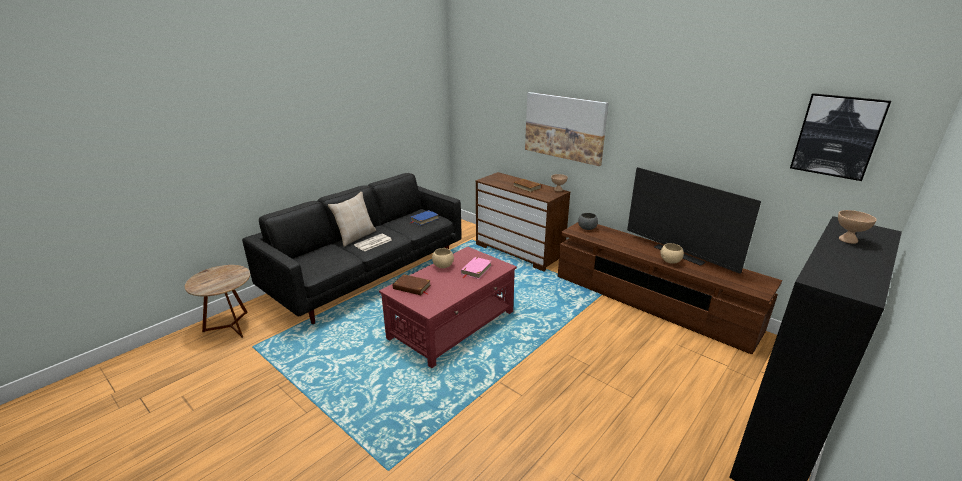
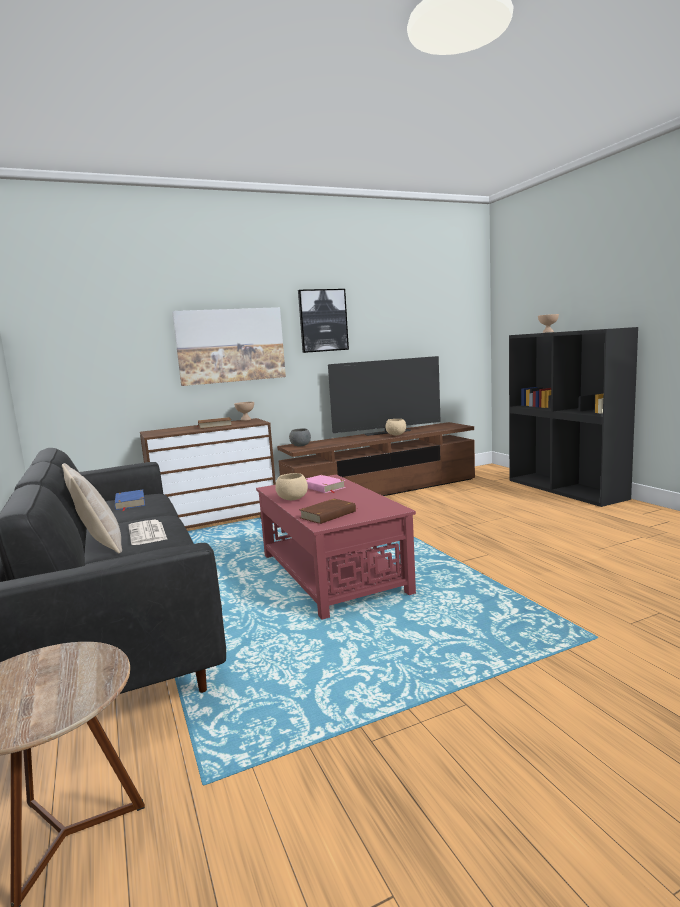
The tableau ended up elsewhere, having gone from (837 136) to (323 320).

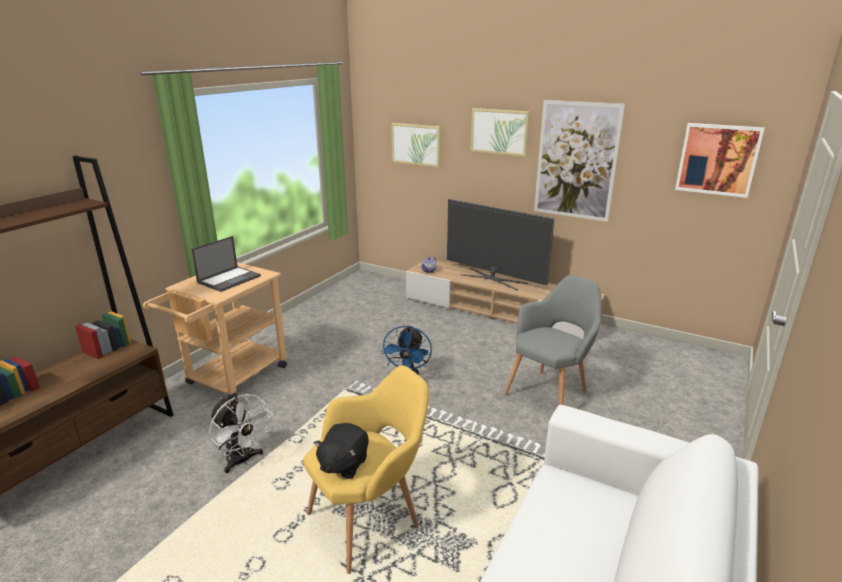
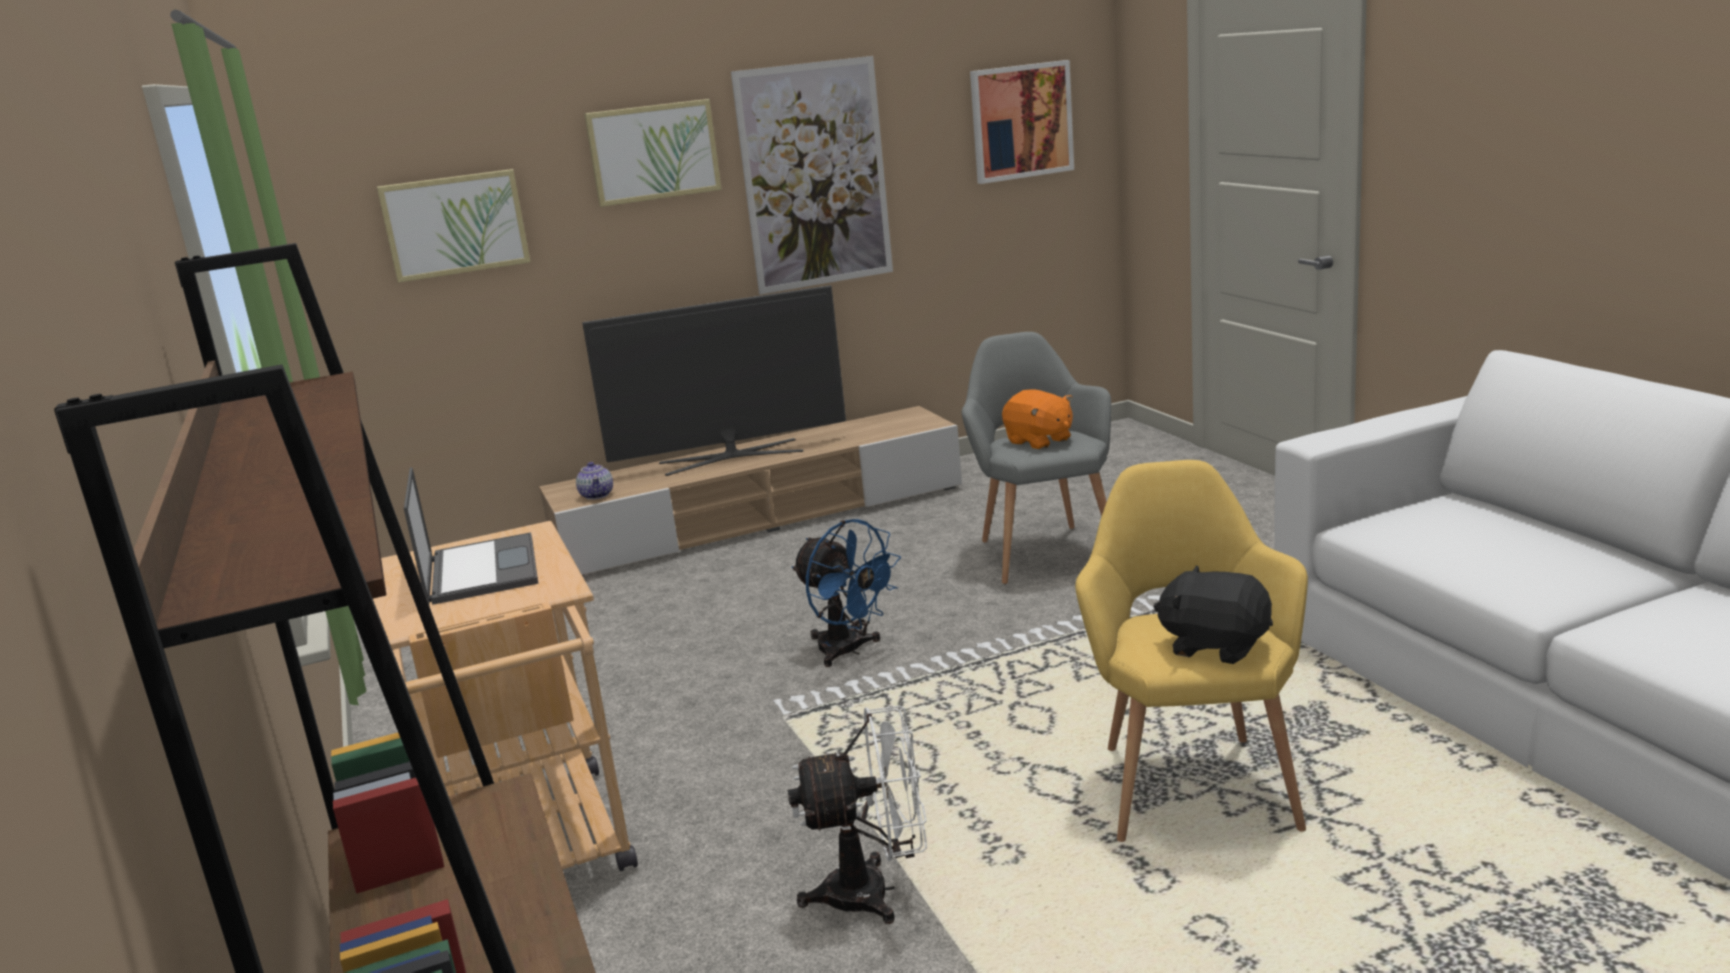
The second view gained the peluche [orange] at (1039 441). The peluche [noir] at (343 464) ended up facing another way, 150 degrees clockwise from before.

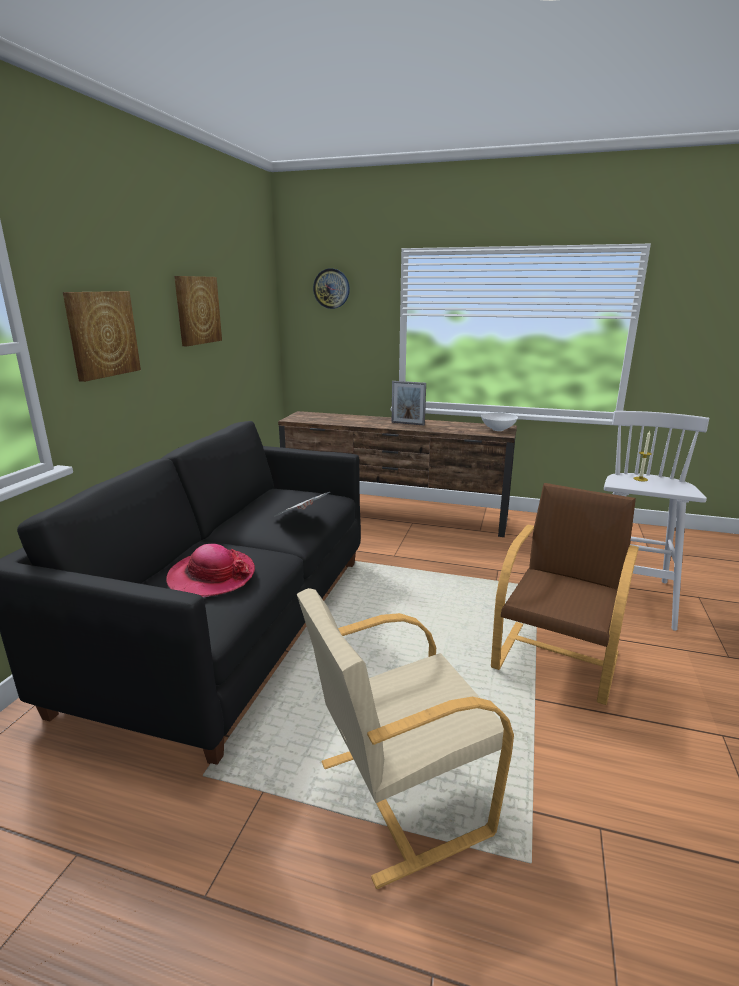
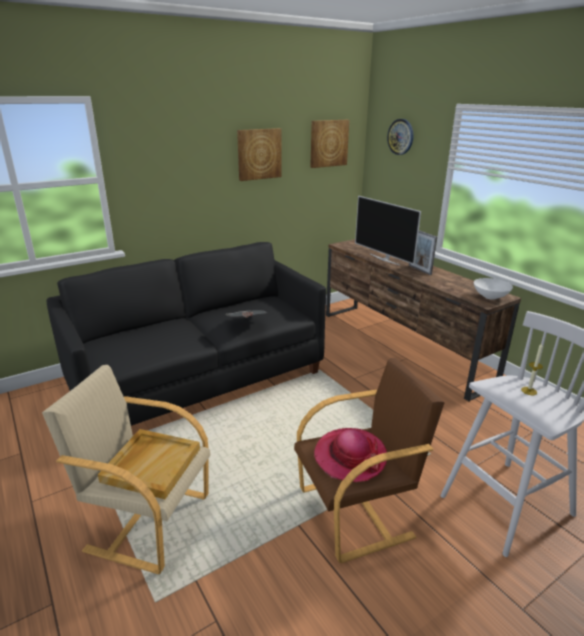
The second view gained the plateau [beige] at (151 464). The tableau ended up elsewhere, having gone from (102 334) to (328 143). The chapeau ended up elsewhere, having gone from (211 576) to (350 456). The second view gained the téléviseur at (384 259).

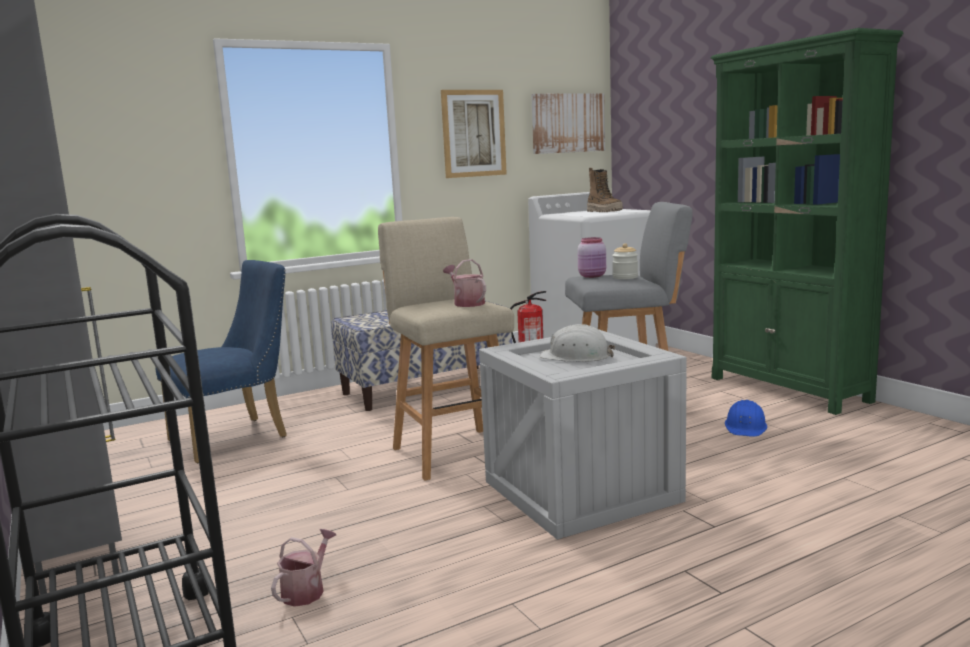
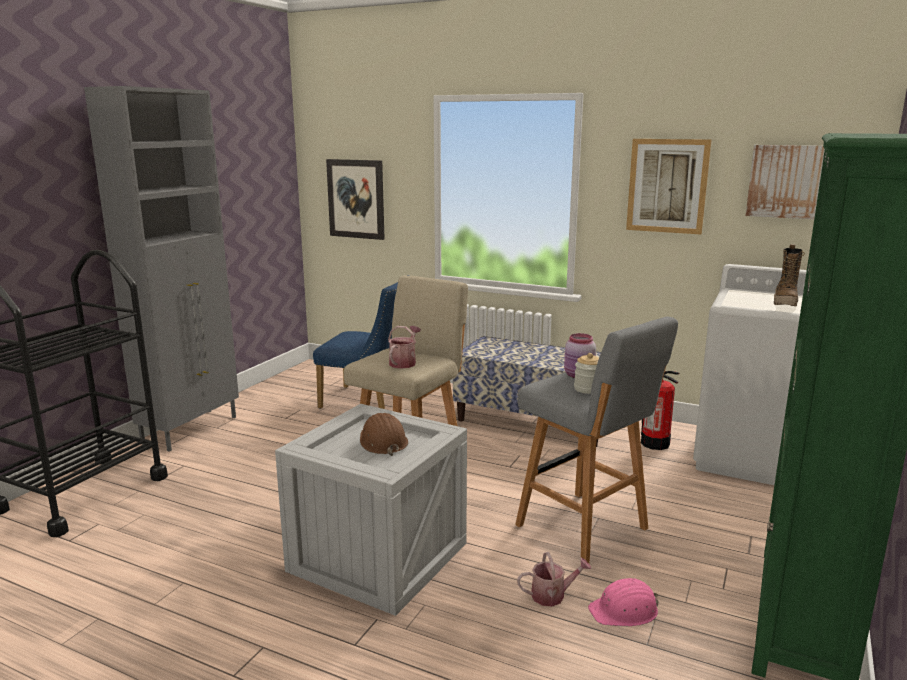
The second view gained the tableau at (356 199). What was the casque de chantier [blanc] at (576 356) turned into the casque de chantier [marron] at (382 442). The arrosoir ended up elsewhere, having gone from (306 590) to (552 595). What was the casque de chantier [bleu] at (746 427) turned into the casque de chantier [rose] at (624 611).

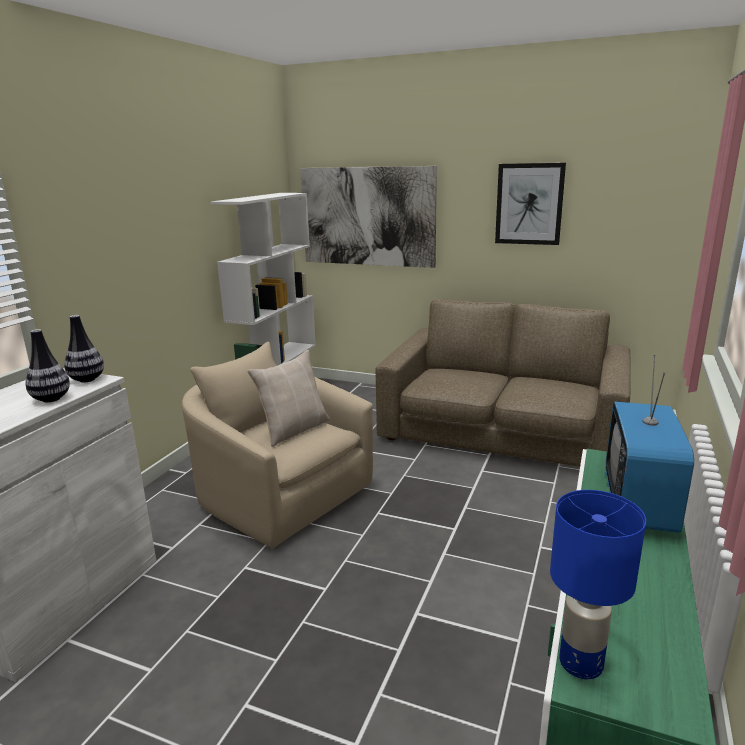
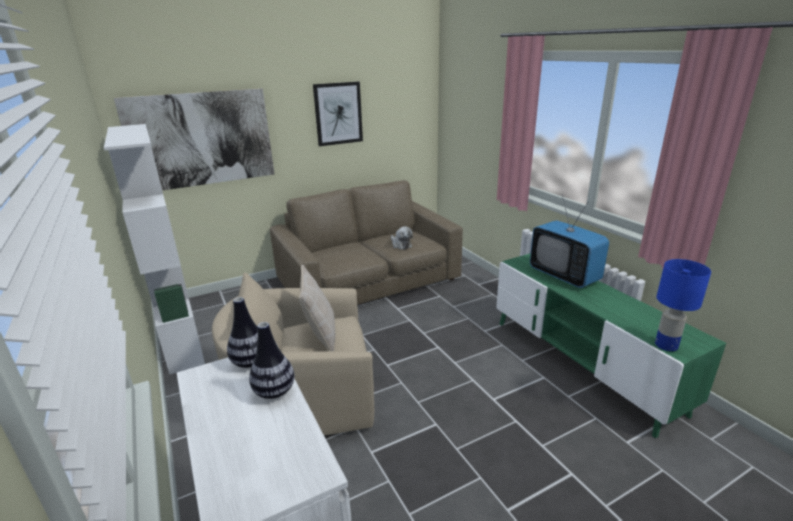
The second view gained the peluche at (401 245).

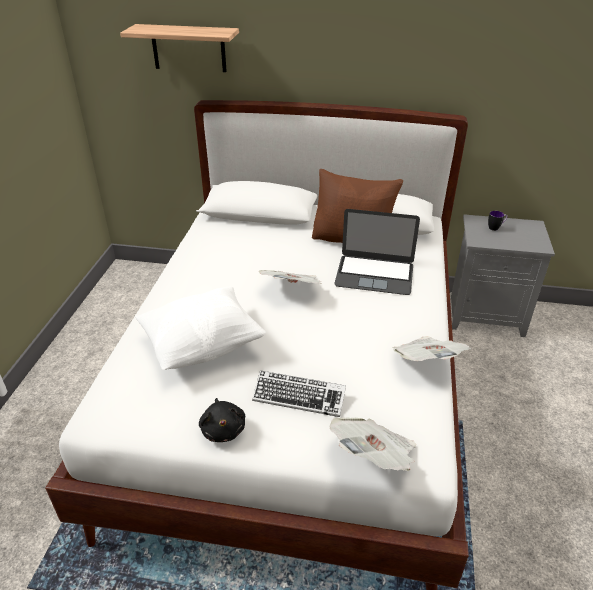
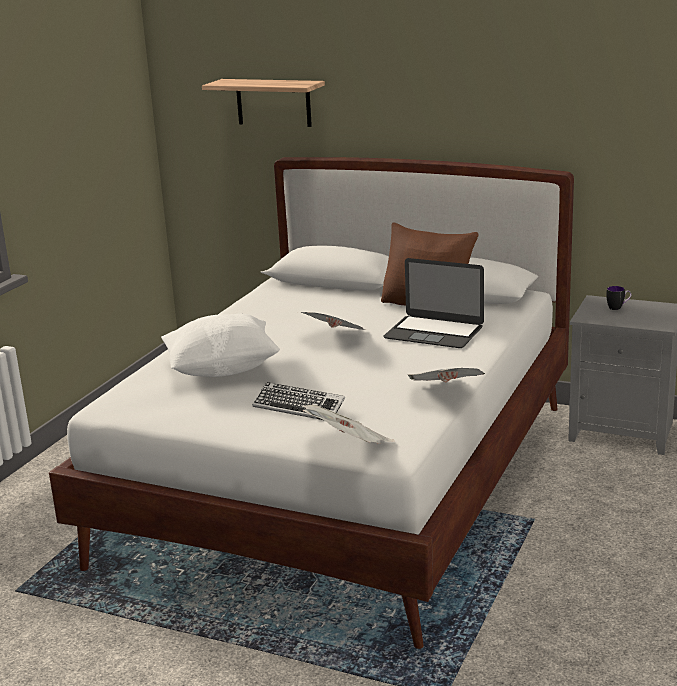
The second view lost the peluche [noir] at (223 429).

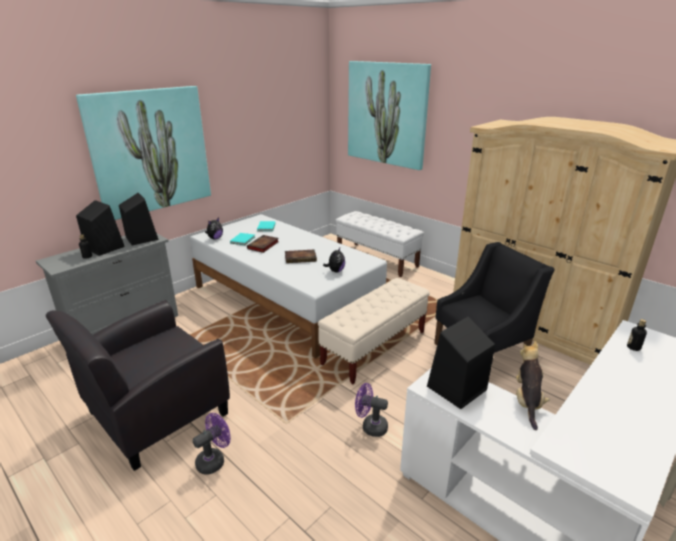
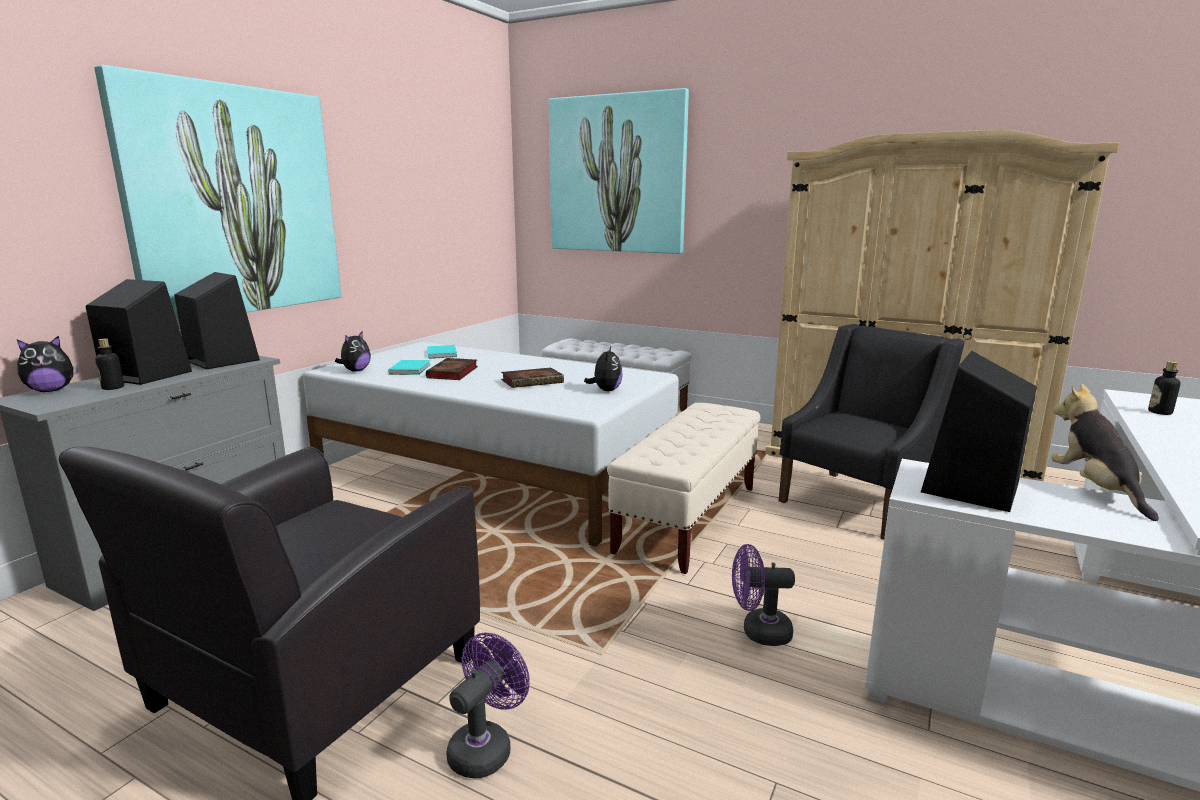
The second view gained the peluche at (51 390).

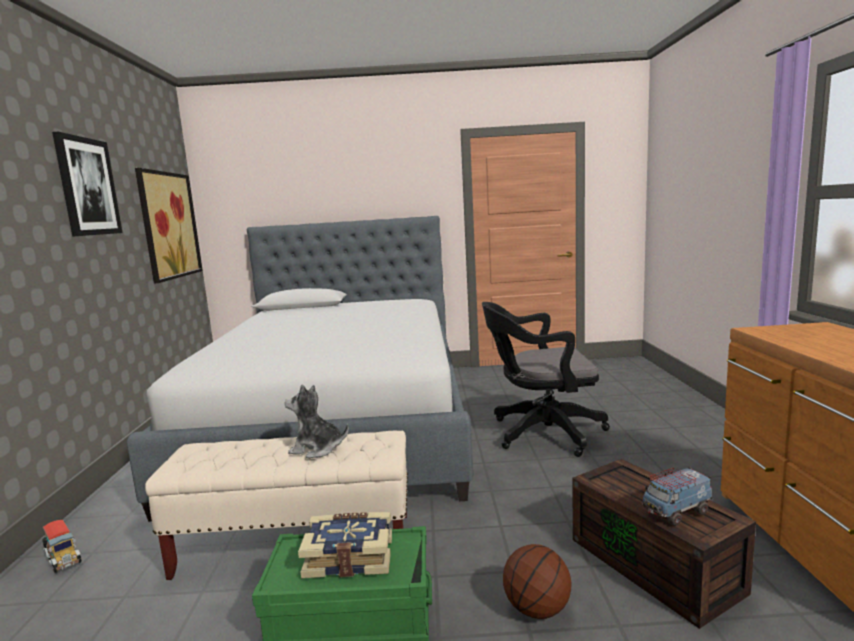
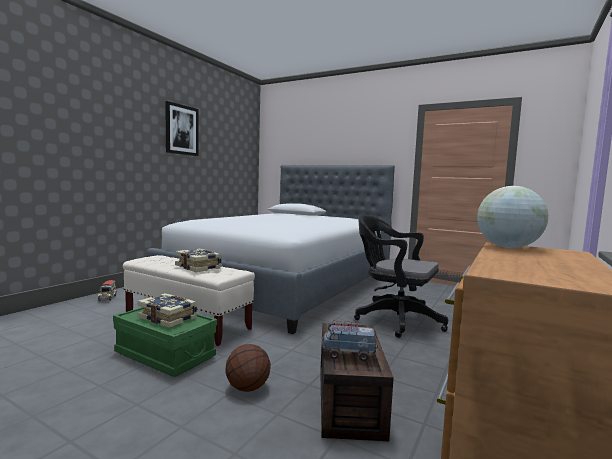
Where the peluche stood at (317 449), the livre came to stand at (199 267). The second view gained the globe at (508 247). The second view lost the tableau at (169 225).

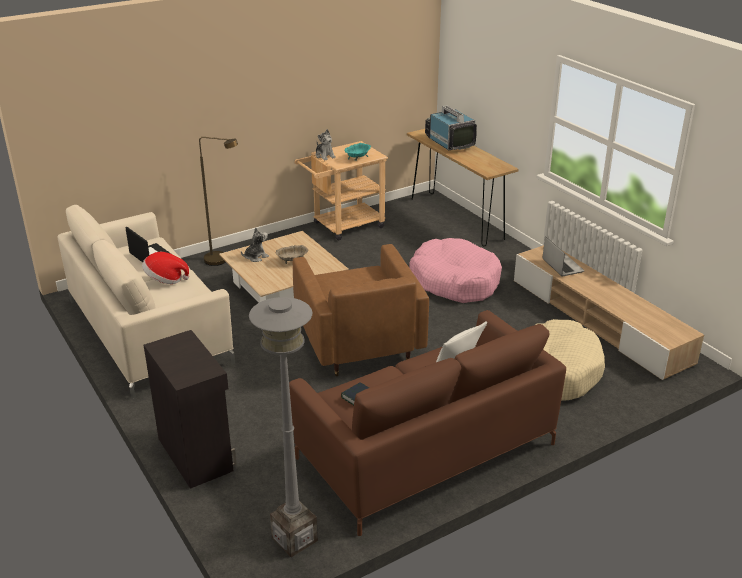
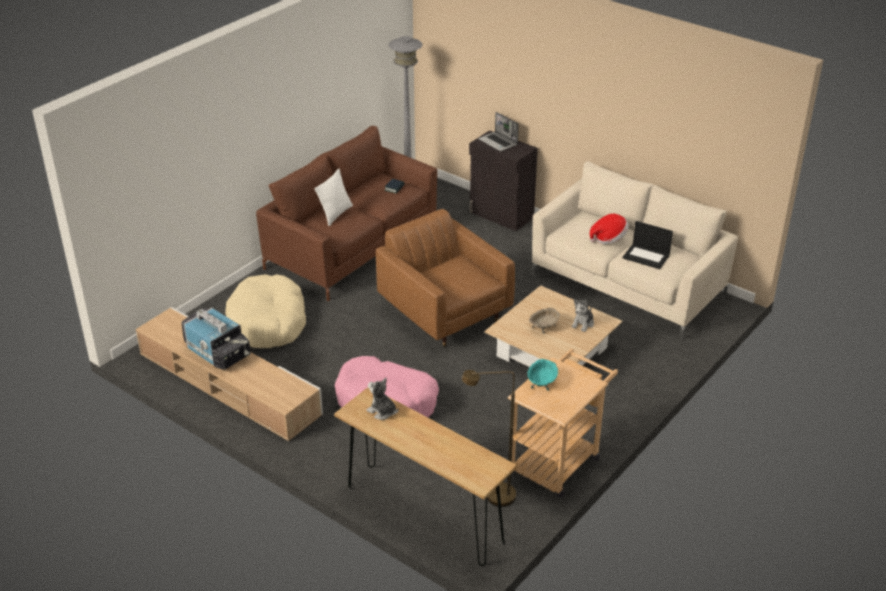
The téléviseur ended up elsewhere, having gone from (449 142) to (218 353). The peluche ended up elsewhere, having gone from (325 156) to (382 412). The lampadaire [marron] ended up elsewhere, having gone from (222 260) to (492 497). The ordinateur portable ended up elsewhere, having gone from (562 266) to (498 142).

